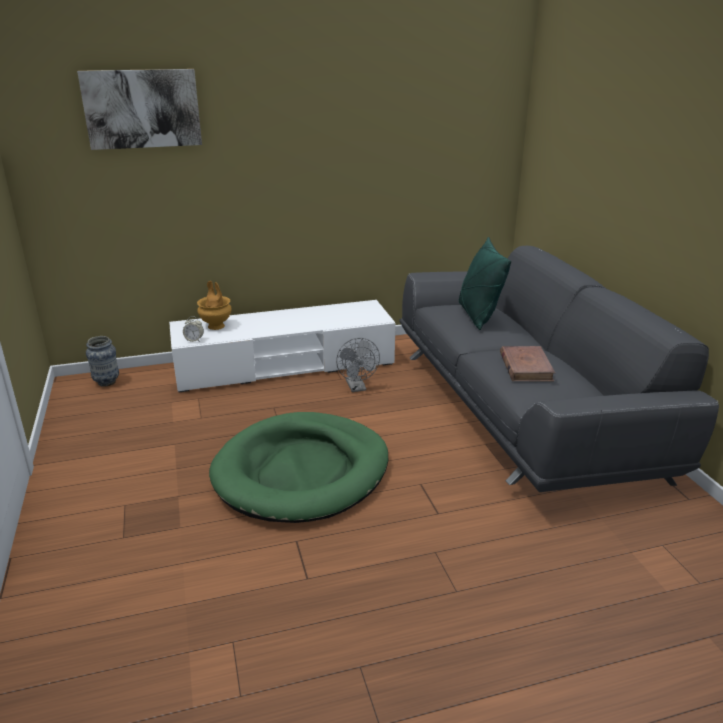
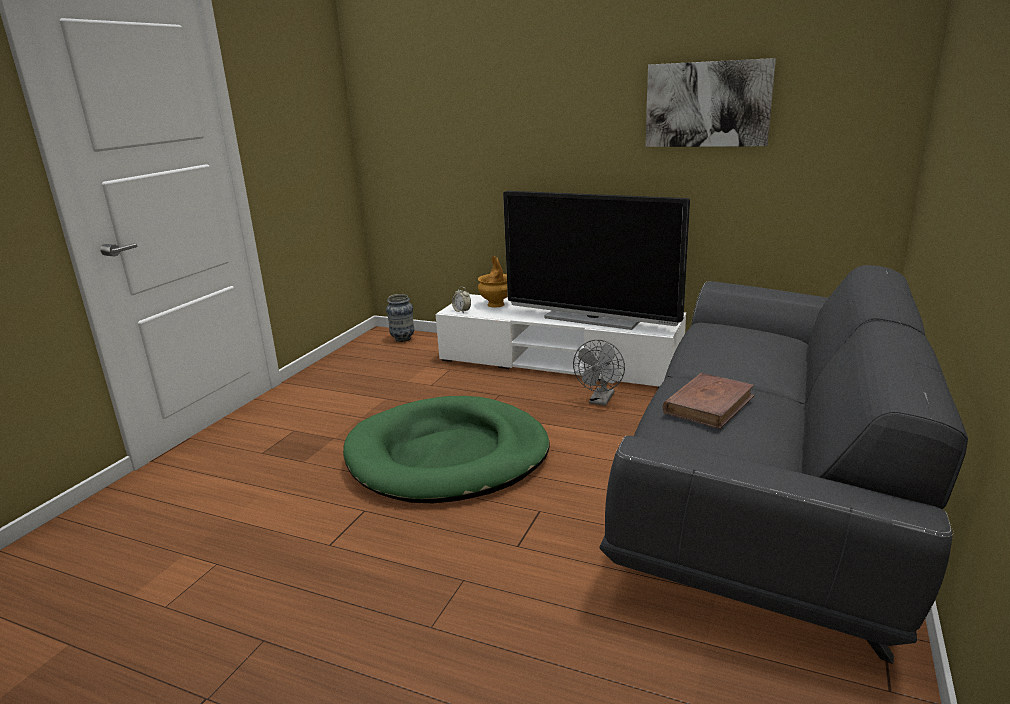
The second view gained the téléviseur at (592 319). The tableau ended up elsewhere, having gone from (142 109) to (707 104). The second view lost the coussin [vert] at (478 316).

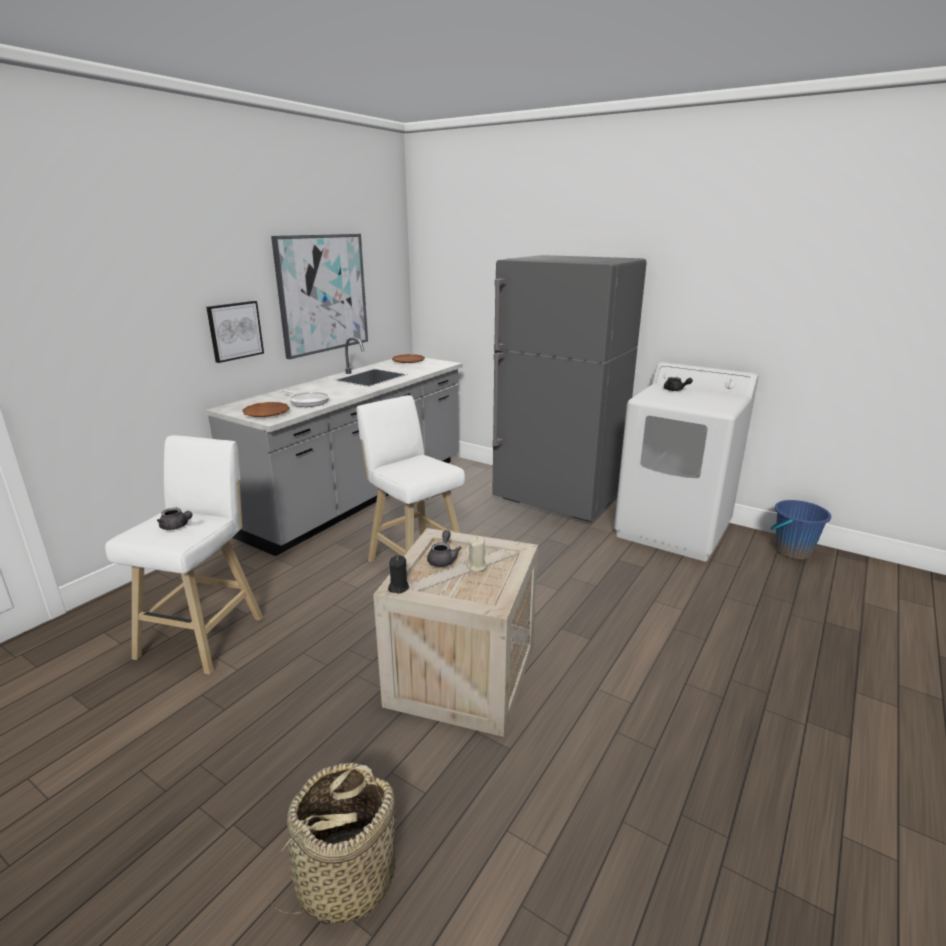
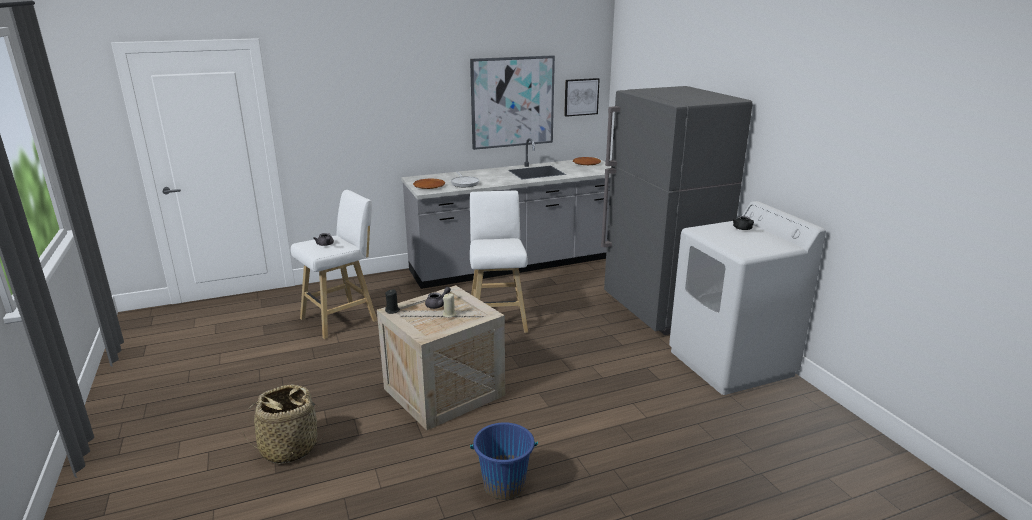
The seau [bleu] ended up elsewhere, having gone from (792 551) to (504 485). The tableau ended up elsewhere, having gone from (235 331) to (581 97).

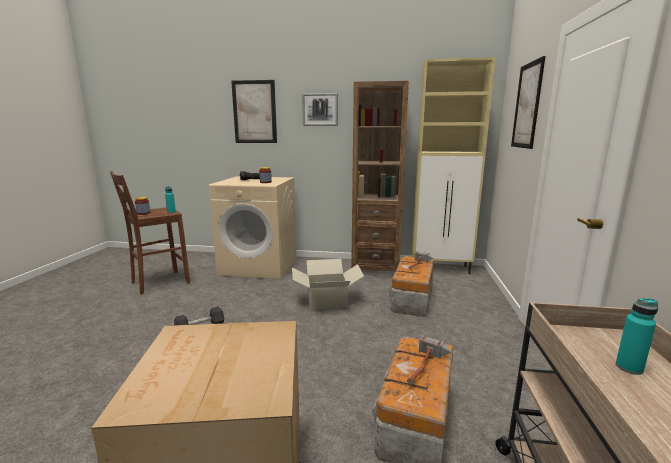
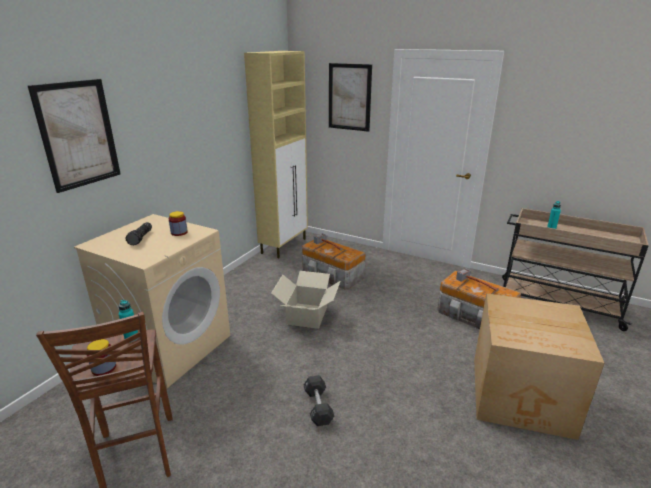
The second view lost the tableau at (320 109). The second view lost the bibliothèque [marron] at (375 268).

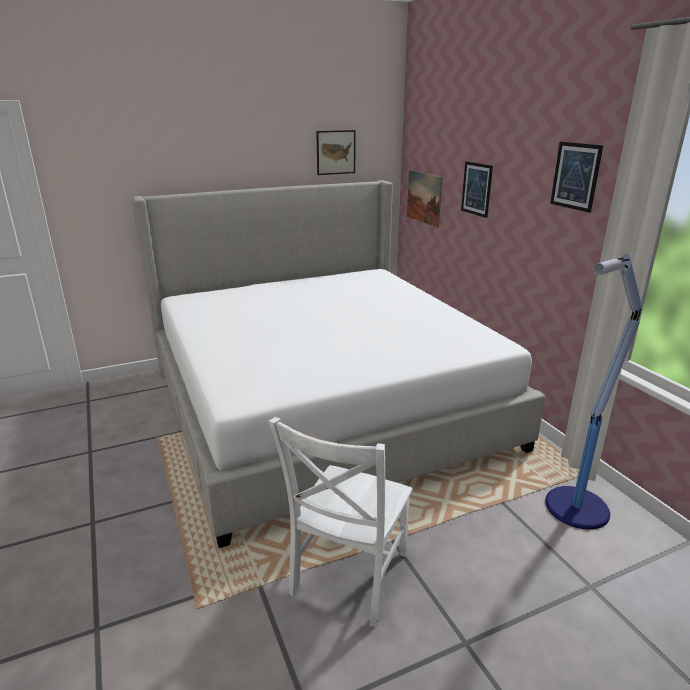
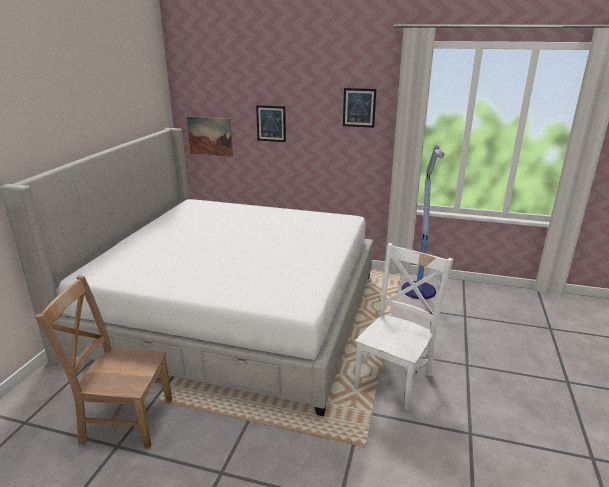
The second view gained the chaise [marron] at (124 420). The chaise [blanc] at (347 577) ended up facing another way, 120 degrees counterclockwise from before. The second view lost the tableau at (335 152).

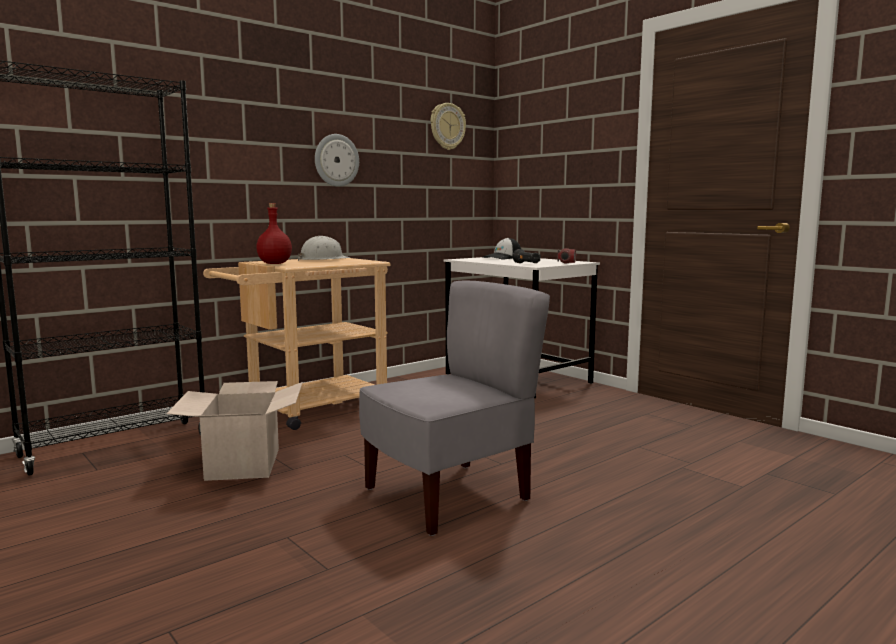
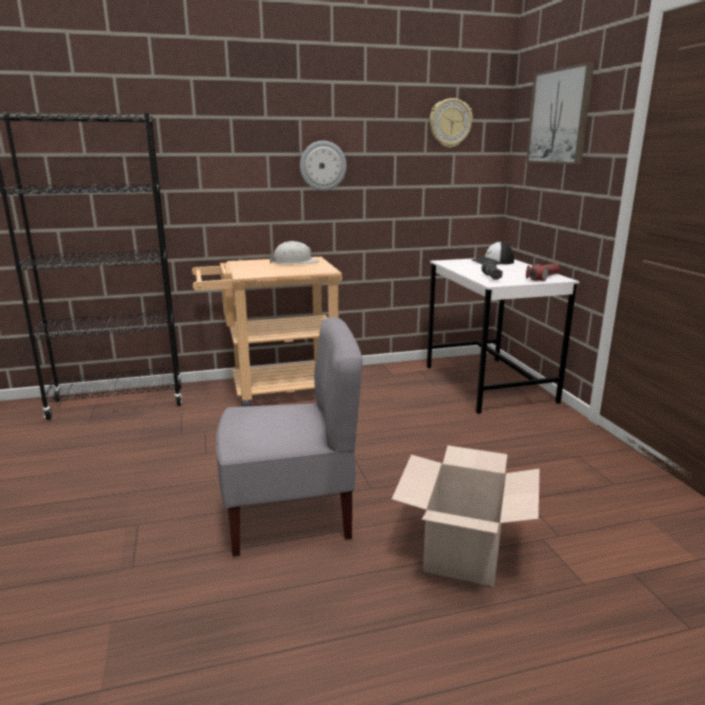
The carton ended up elsewhere, having gone from (244 464) to (464 551). The second view gained the tableau at (559 117). The second view lost the bouteille [rouge] at (274 263).

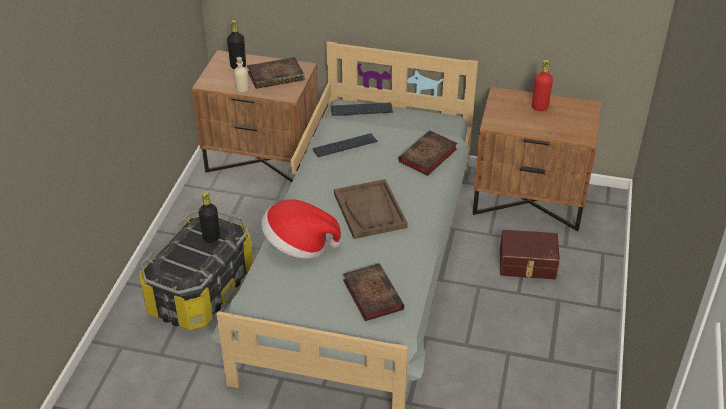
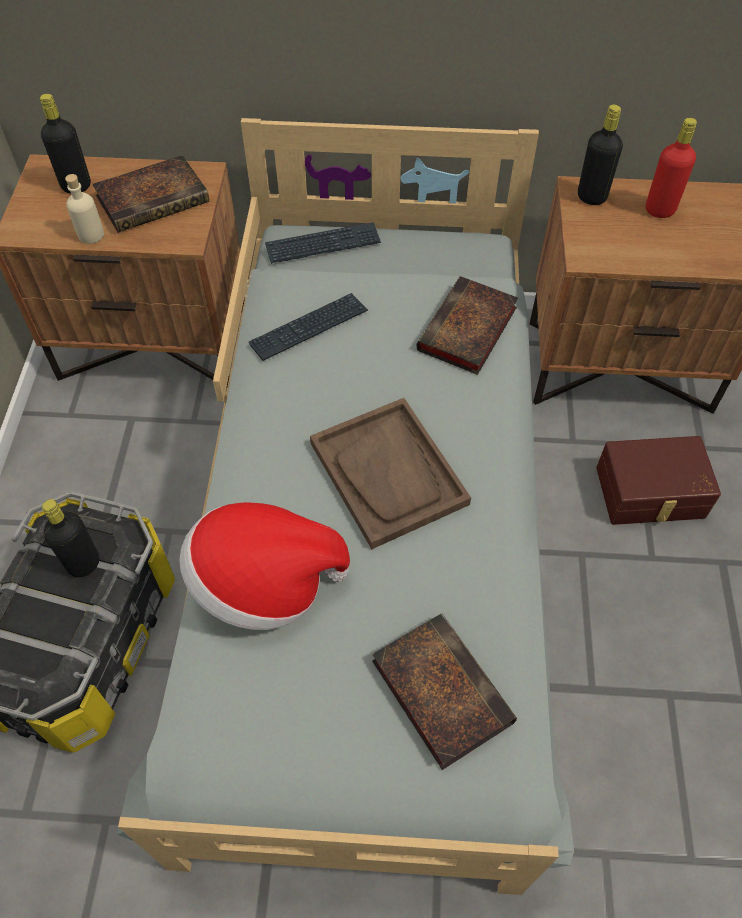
The second view gained the bouteille [noir] at (591 197).

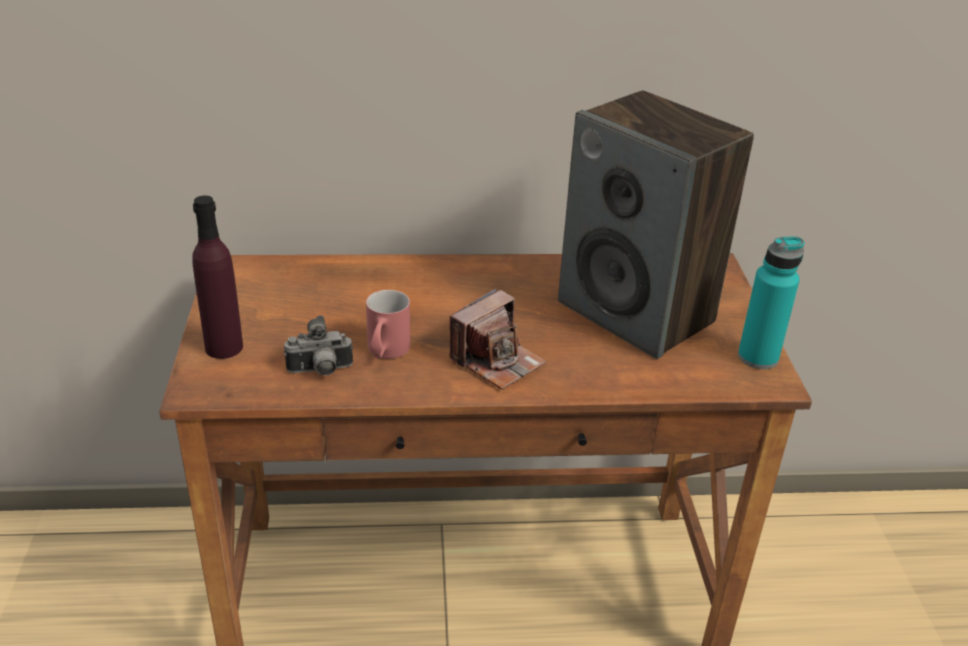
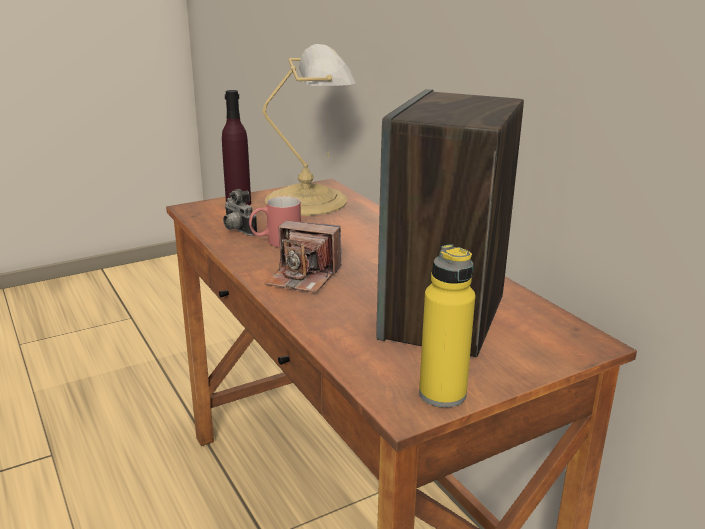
The second view gained the lampe de table at (311 200). What was the bouteille [turquoise] at (758 357) turned into the bouteille [jaune] at (442 394).

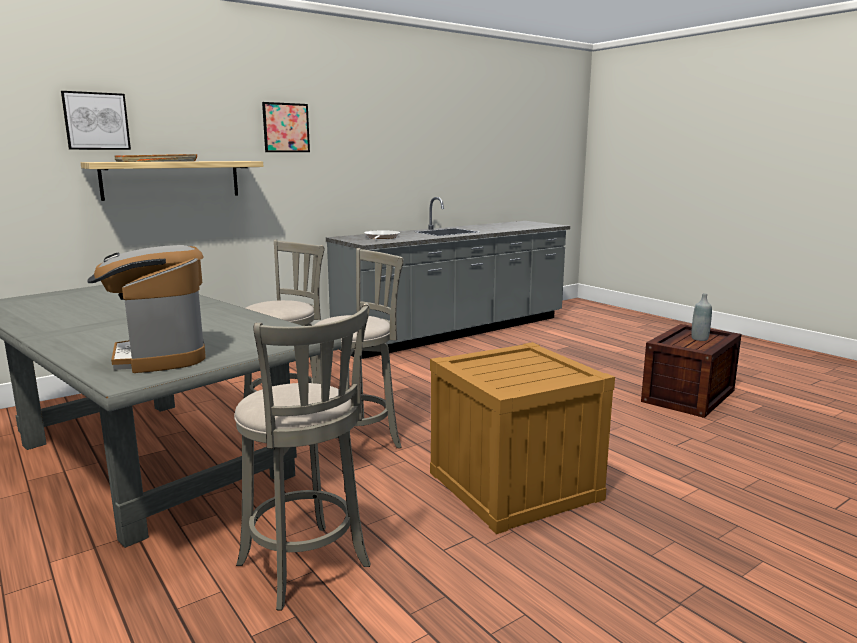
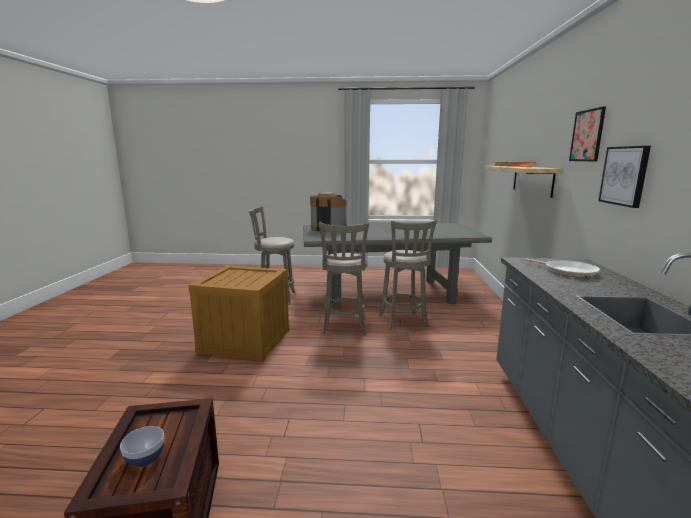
Where the bouteille [gris] stood at (699 339), the bol came to stand at (145 458). The tableau ended up elsewhere, having gone from (96 121) to (624 176).

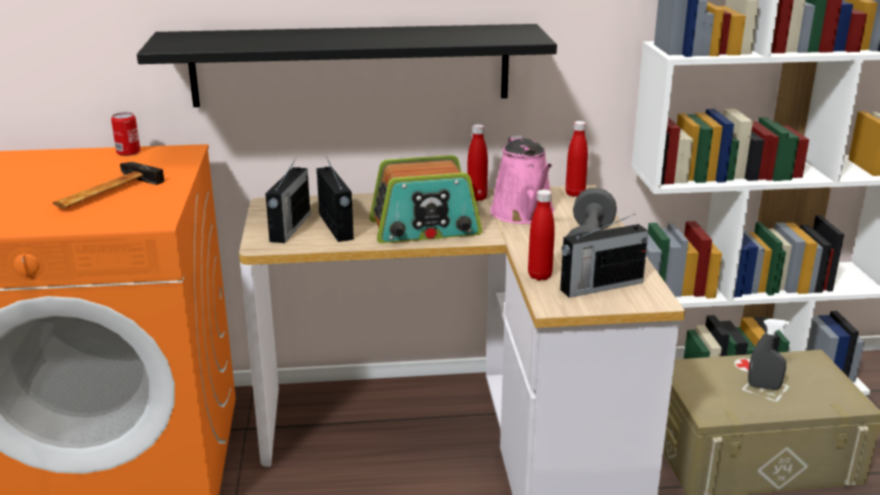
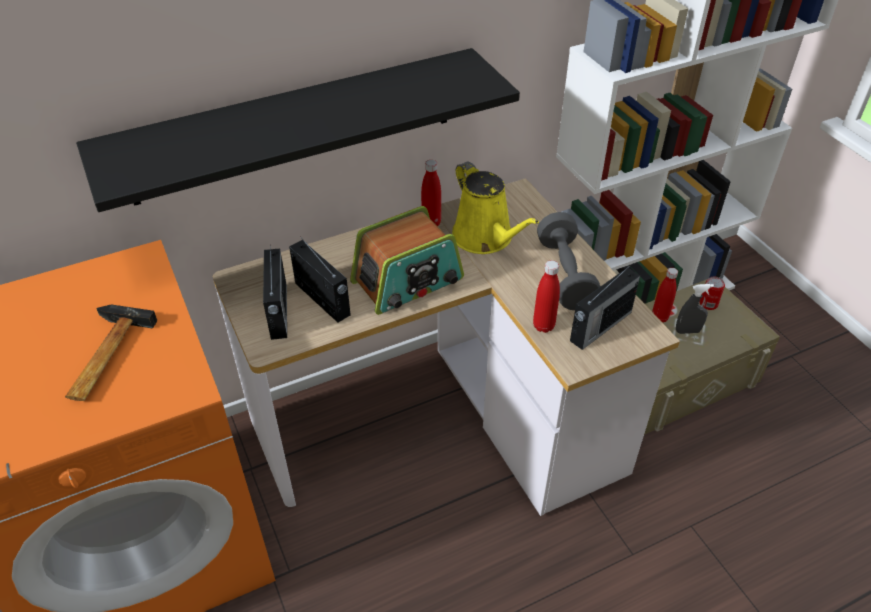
What was the arrosoir [rose] at (524 214) turned into the arrosoir [jaune] at (486 238). The bouteille [rouge] ended up elsewhere, having gone from (575 194) to (659 318). The boîte métallique ended up elsewhere, having gone from (128 152) to (708 304).

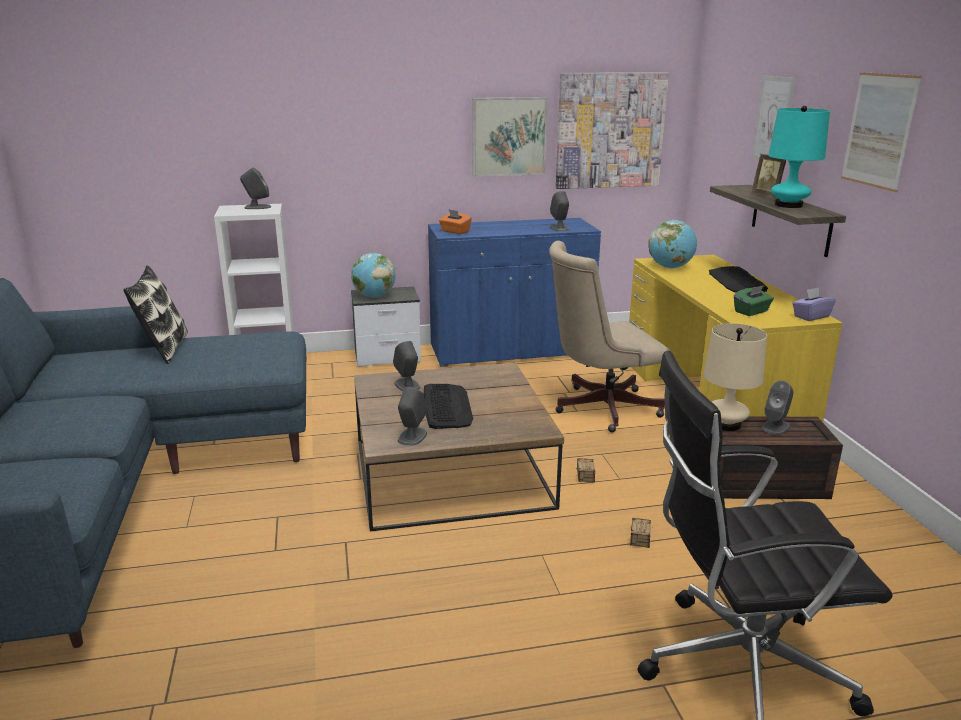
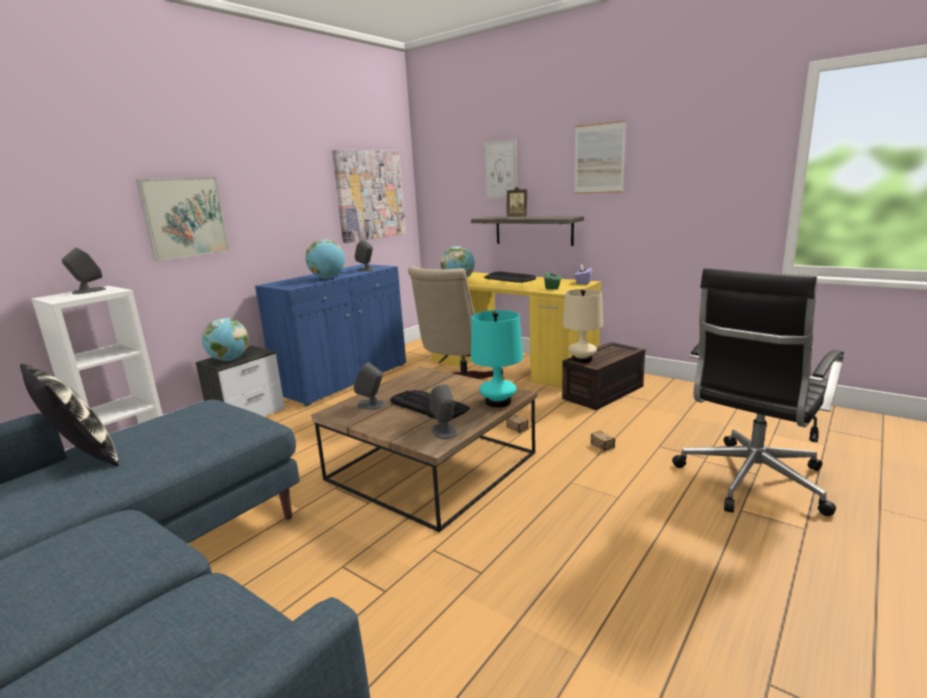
The tableau ended up elsewhere, having gone from (509 136) to (185 217). The second view gained the globe at (328 278). The lampe de table [turquoise] ended up elsewhere, having gone from (788 205) to (498 402). The second view lost the boîte à mouchoirs [orange] at (455 232). The second view lost the enceinte [gris] at (775 427).

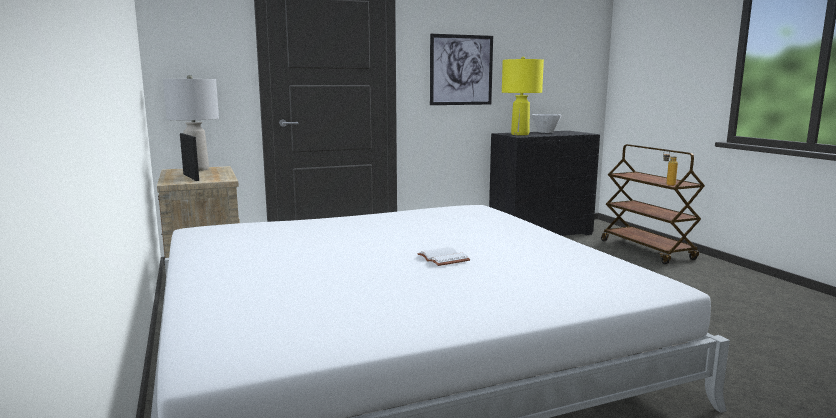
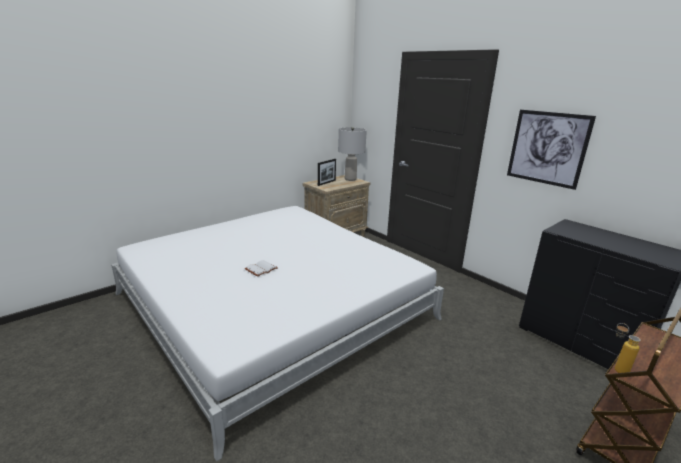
The second view lost the lampe de table [jaune] at (520 134). The second view lost the bol [blanc] at (545 132).

